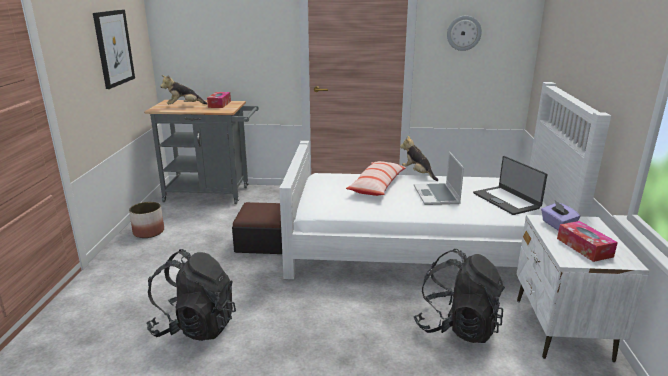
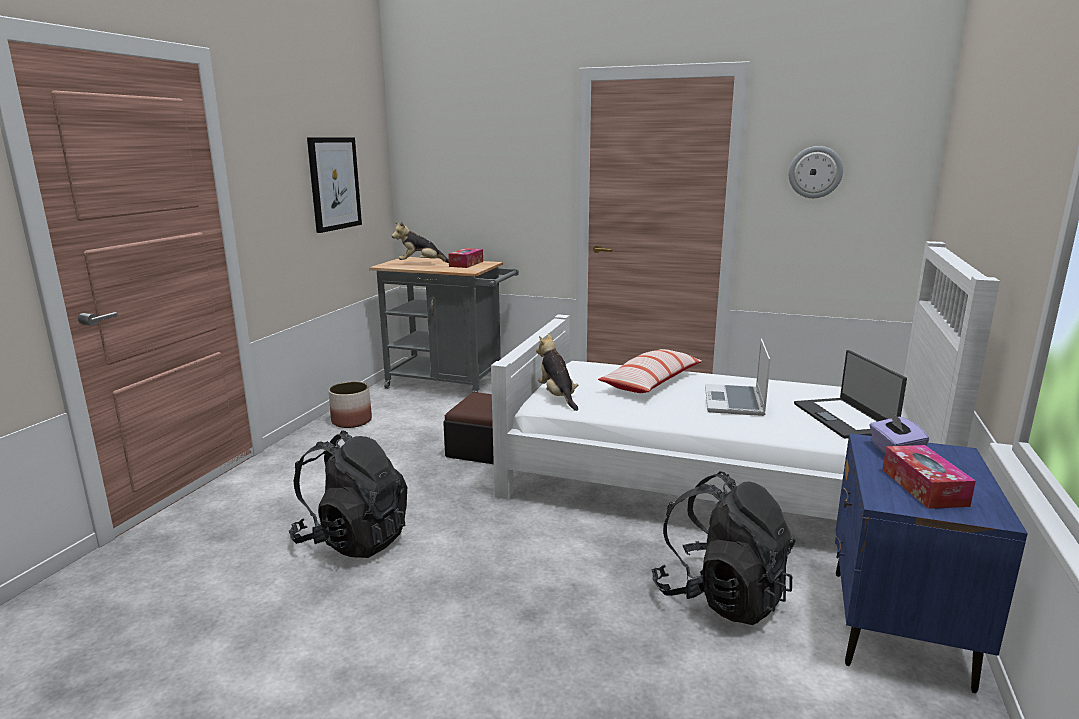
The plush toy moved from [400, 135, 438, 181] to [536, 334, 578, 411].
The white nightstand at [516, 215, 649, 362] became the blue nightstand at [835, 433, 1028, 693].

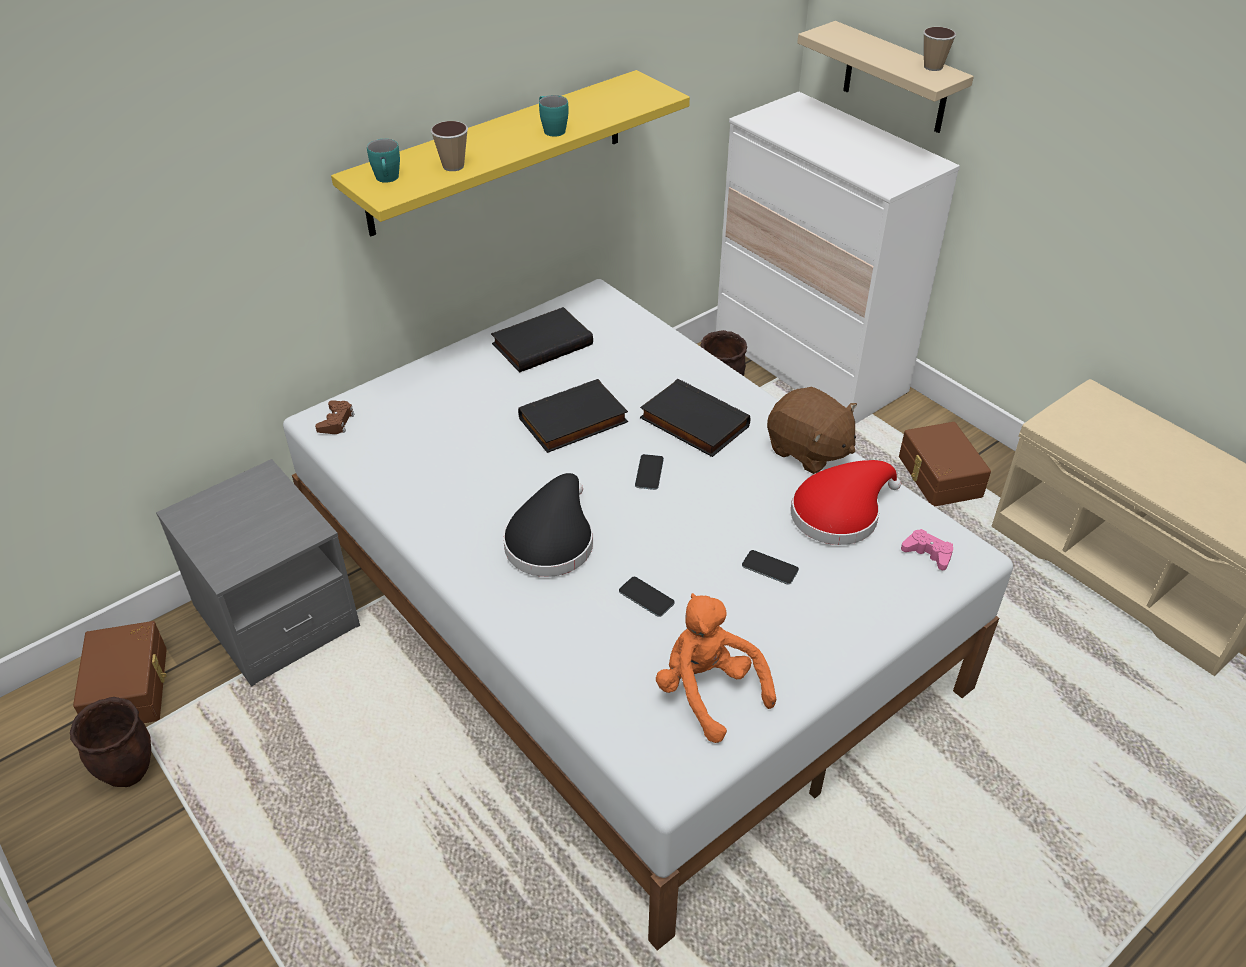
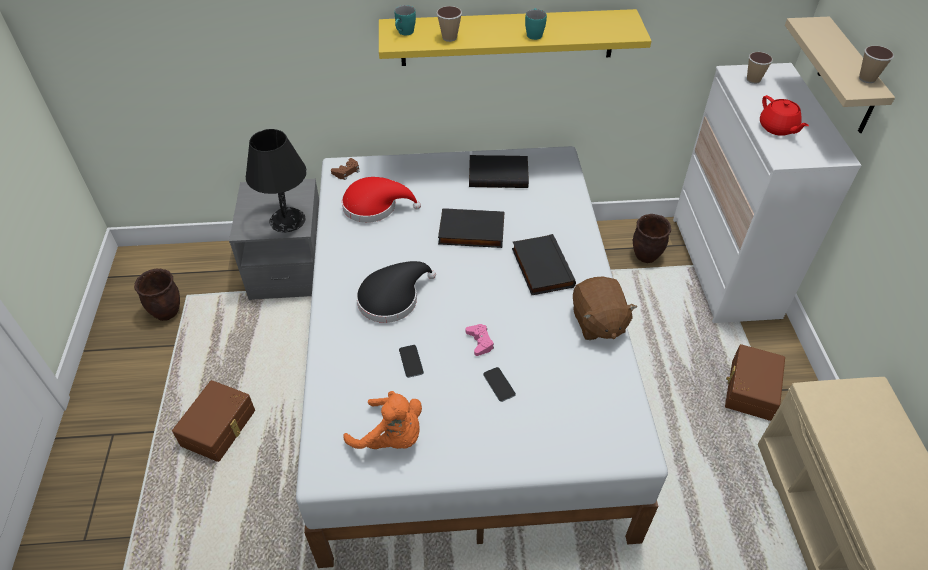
The brown storage box moved from [73, 621, 167, 723] to [172, 380, 255, 462].
The black table lamp at [246, 129, 307, 233] appeared.
The red hat moved from [791, 460, 901, 545] to [342, 177, 421, 223].
The orange plush toy at [656, 593, 776, 743] turned 120 degrees clockwise.
The pink game controller moved from [901, 529, 953, 570] to [466, 324, 494, 356].
The cup at [747, 52, 773, 84] appeared.
The red teapot at [760, 95, 809, 136] appeared.
The phone at [635, 454, 664, 490] disappeared.

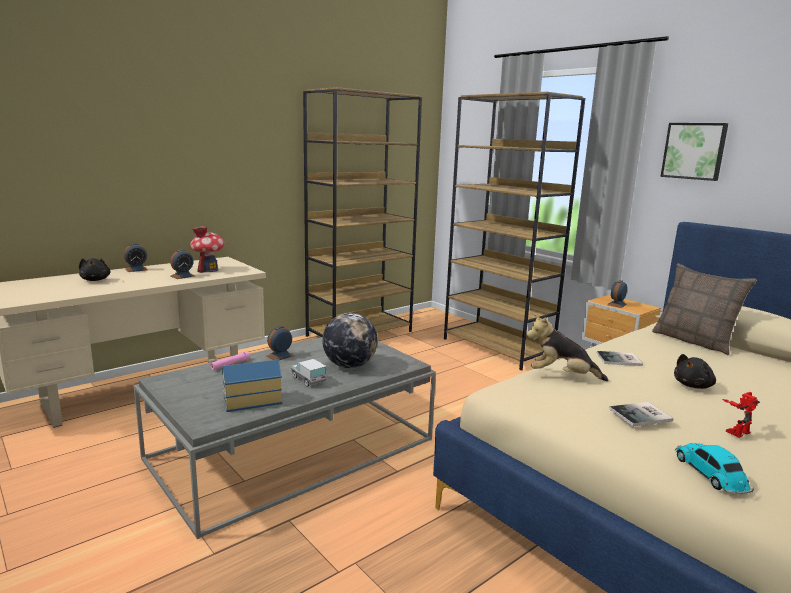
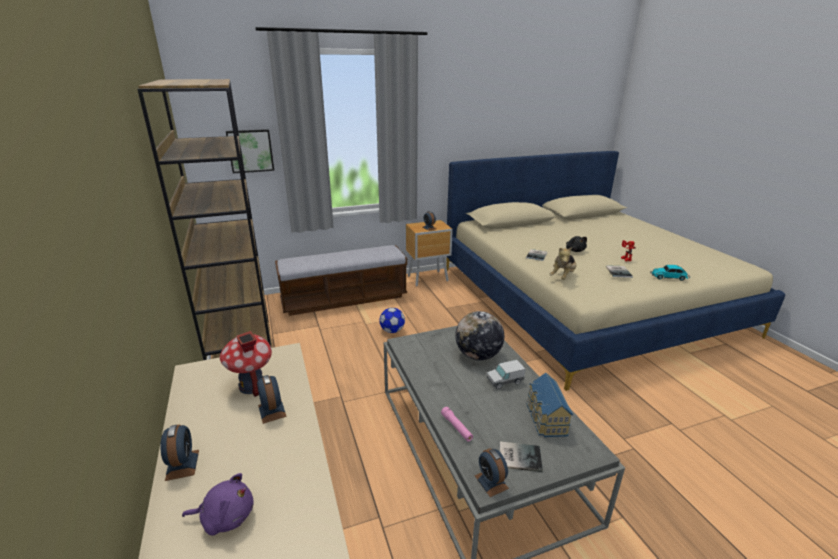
The black plush toy at [79, 258, 111, 281] became the purple plush toy at [182, 473, 254, 536].
The picture moved from [660, 123, 728, 181] to [226, 129, 274, 173].
The brown bookcase at [444, 92, 585, 371] was replaced by the bench at [275, 245, 407, 316].
The football at [380, 308, 405, 333] appeared.
The alarm clock moved from [267, 326, 294, 360] to [475, 448, 509, 497].
The book at [500, 442, 543, 472] appeared.
The pillow at [652, 263, 757, 355] disappeared.

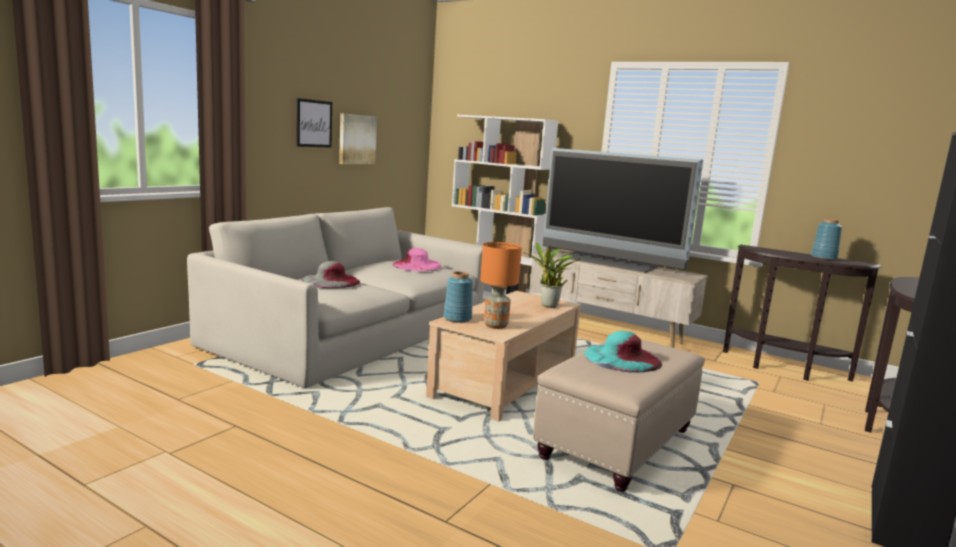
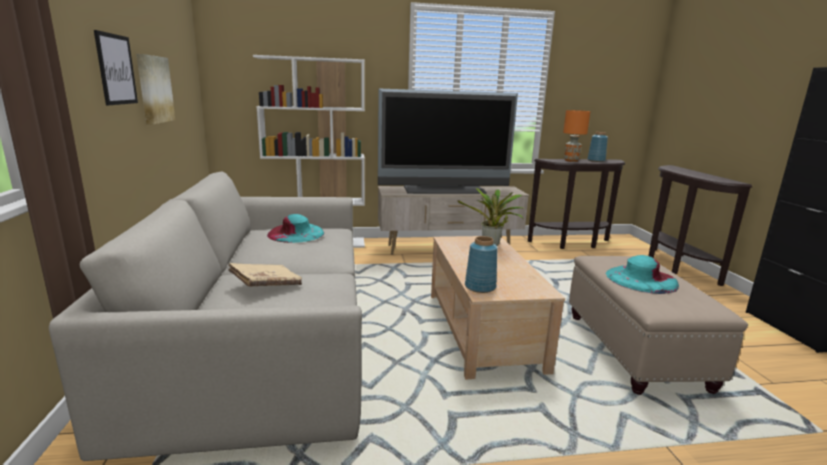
The grey hat at [302, 261, 360, 288] was replaced by the beige book at [228, 263, 302, 286].
The pink hat at [393, 248, 441, 271] became the turquoise hat at [267, 214, 324, 243].
The orange table lamp moved from [480, 242, 522, 329] to [563, 110, 591, 162].

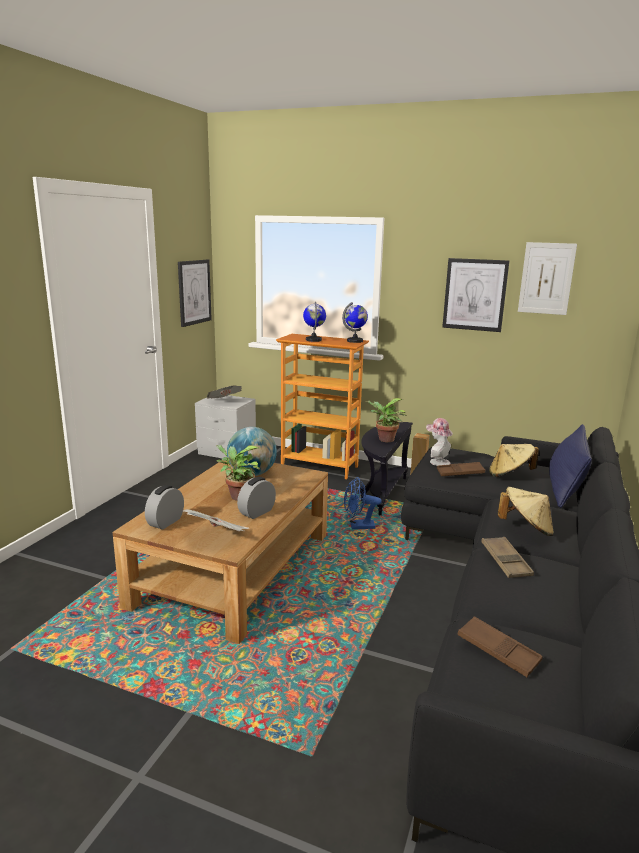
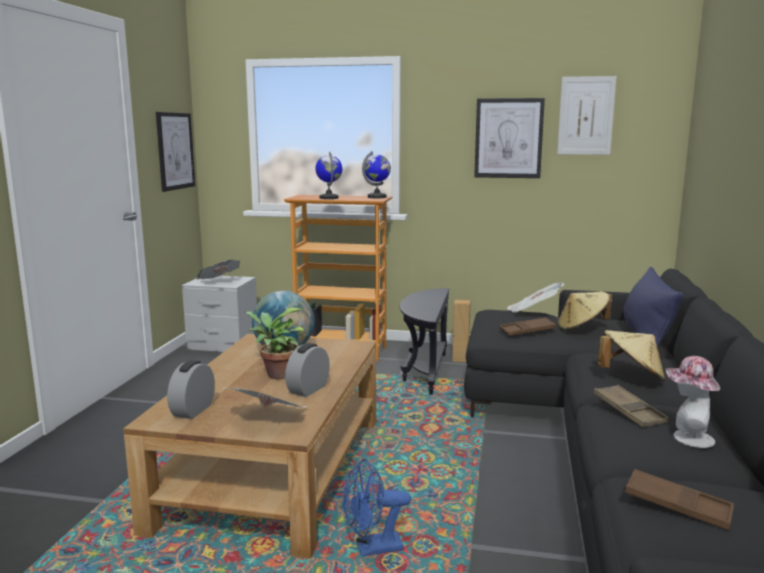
The blue fan moved from [344, 477, 382, 529] to [343, 459, 411, 556].
The newspaper at [507, 283, 564, 313] appeared.
The hat moved from [426, 418, 453, 466] to [666, 356, 720, 448].
The potted plant at [365, 398, 406, 442] disappeared.

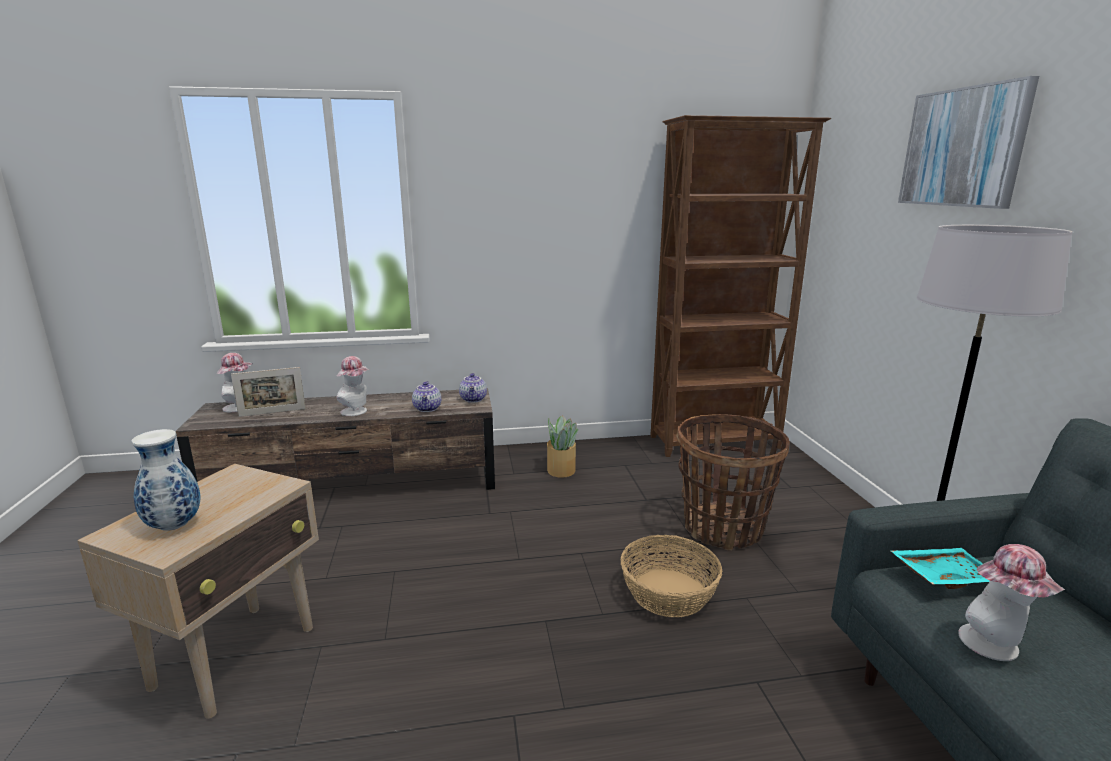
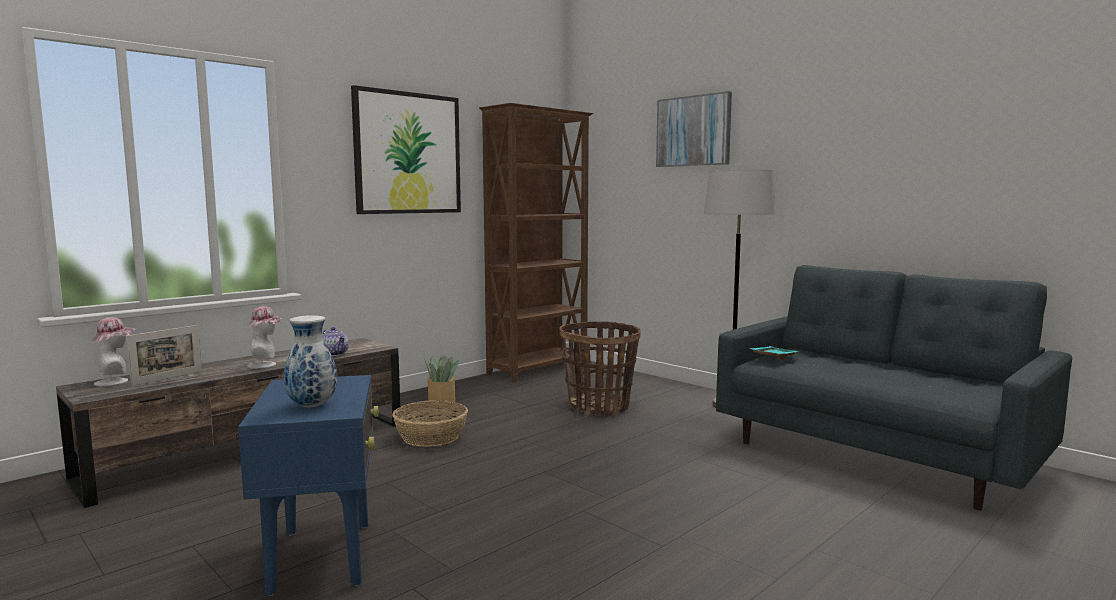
The beige side table at [77, 464, 319, 719] became the blue side table at [238, 375, 379, 596].
The picture at [351, 85, 461, 214] appeared.
The basket moved from [621, 535, 722, 618] to [392, 400, 468, 447].
The teapot at [459, 373, 487, 403] disappeared.
The hat at [958, 544, 1065, 661] disappeared.

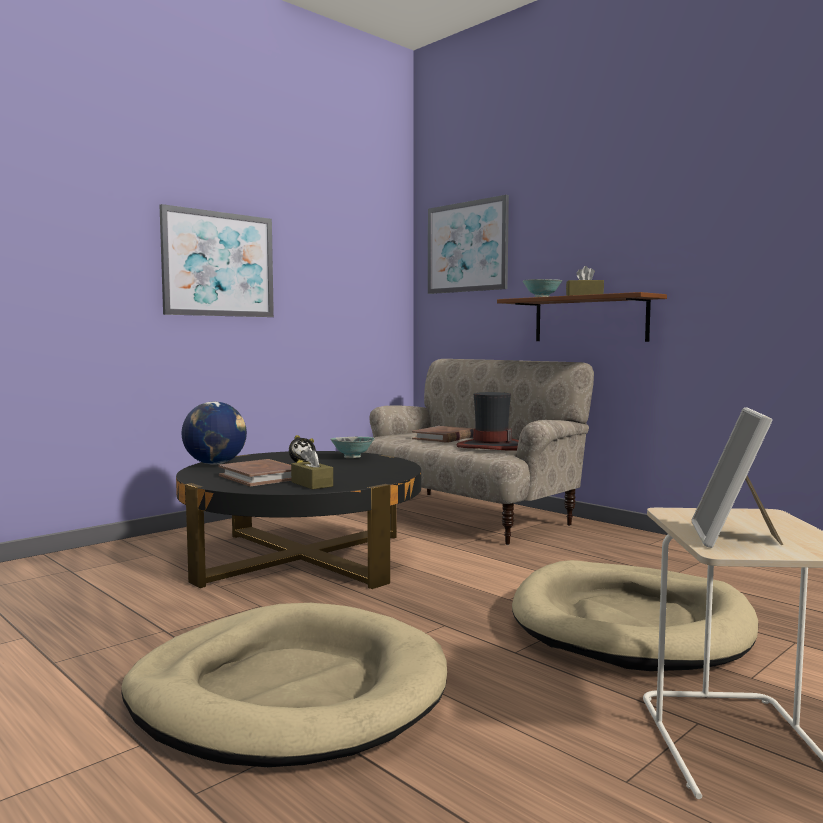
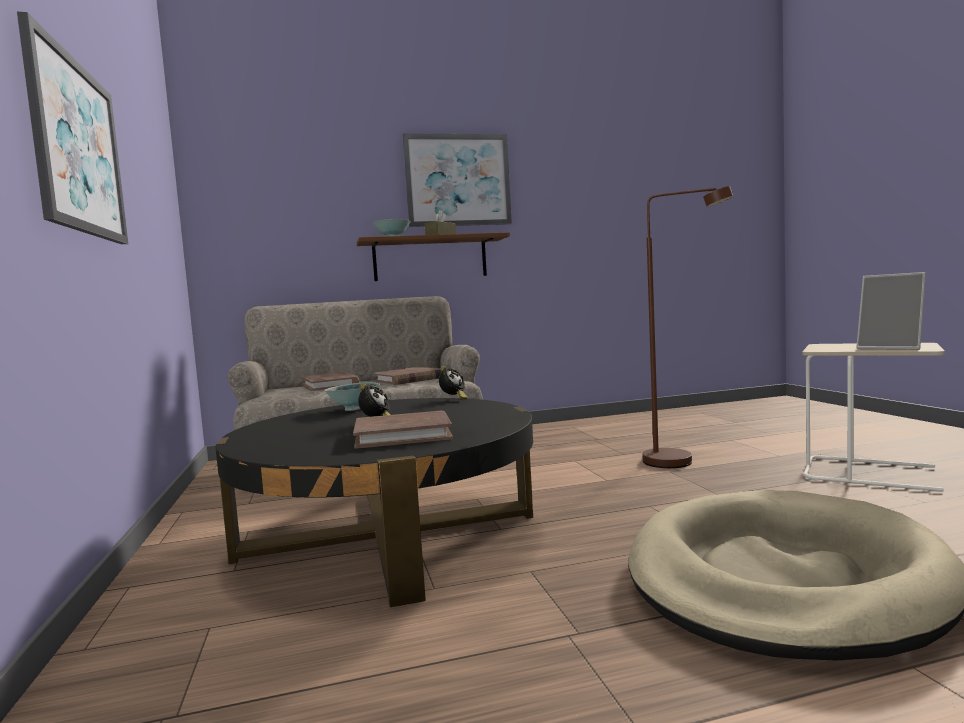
The hat at [457, 392, 519, 451] was replaced by the brown book at [373, 367, 442, 385].
The picture moved from [428, 195, 509, 294] to [403, 133, 512, 227].
The alarm clock at [439, 366, 468, 400] appeared.
The beige dog bed at [512, 560, 758, 671] was replaced by the brown floor lamp at [643, 186, 733, 468].
The globe at [182, 401, 247, 465] disappeared.
The brown tissue box at [291, 447, 333, 489] disappeared.

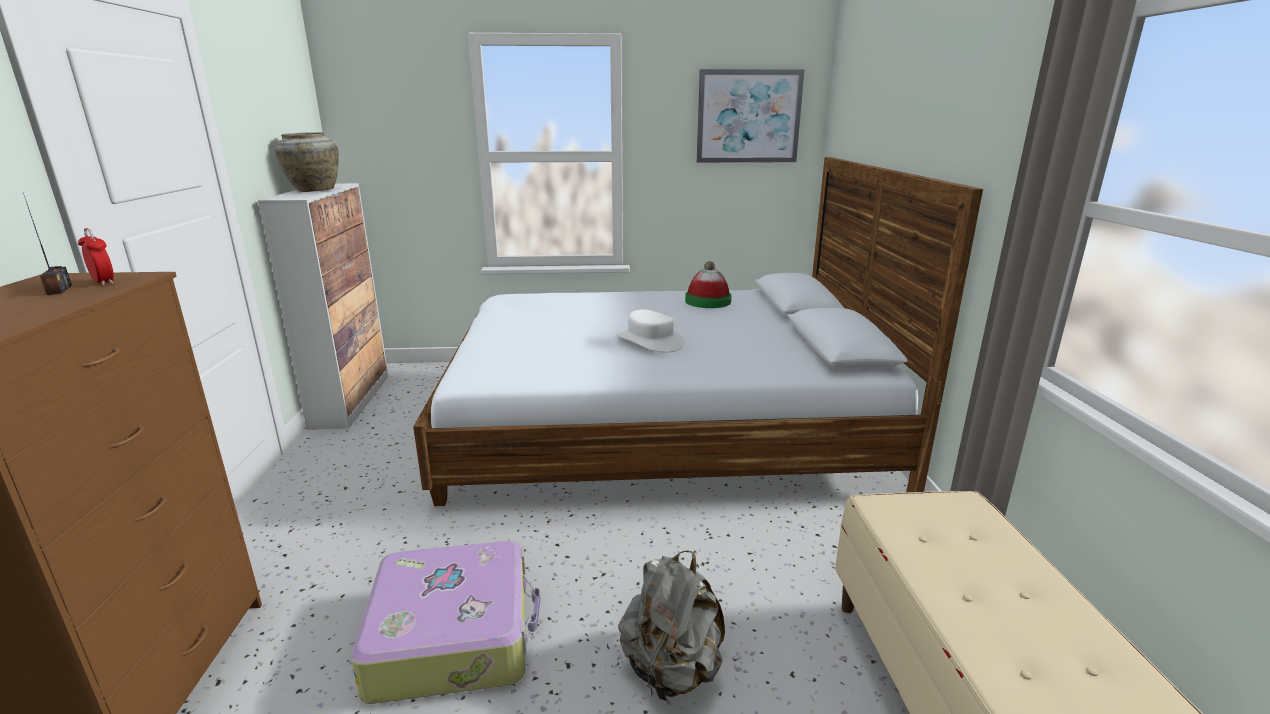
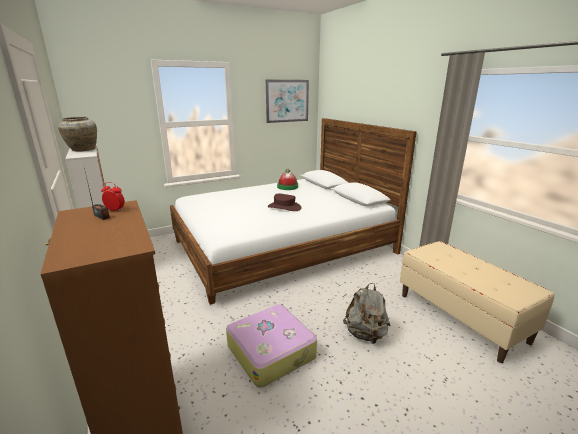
The white hat at [616, 310, 685, 353] became the brown hat at [268, 194, 301, 211].

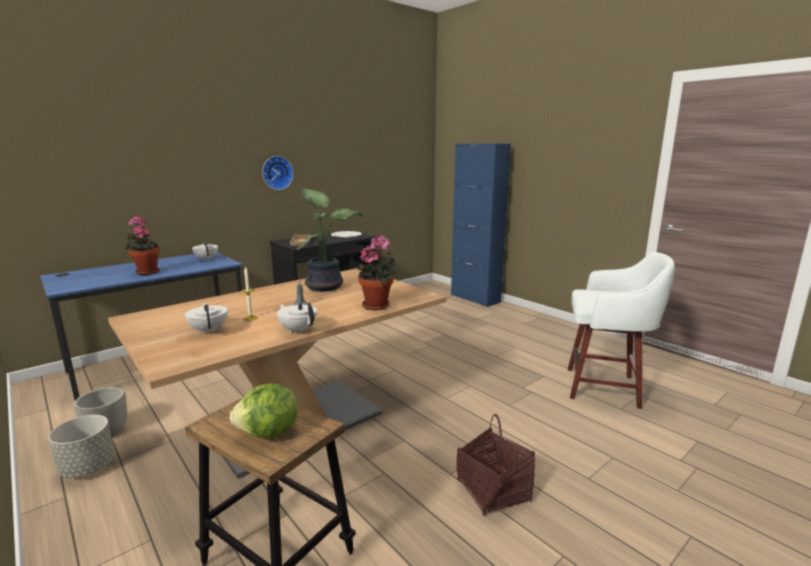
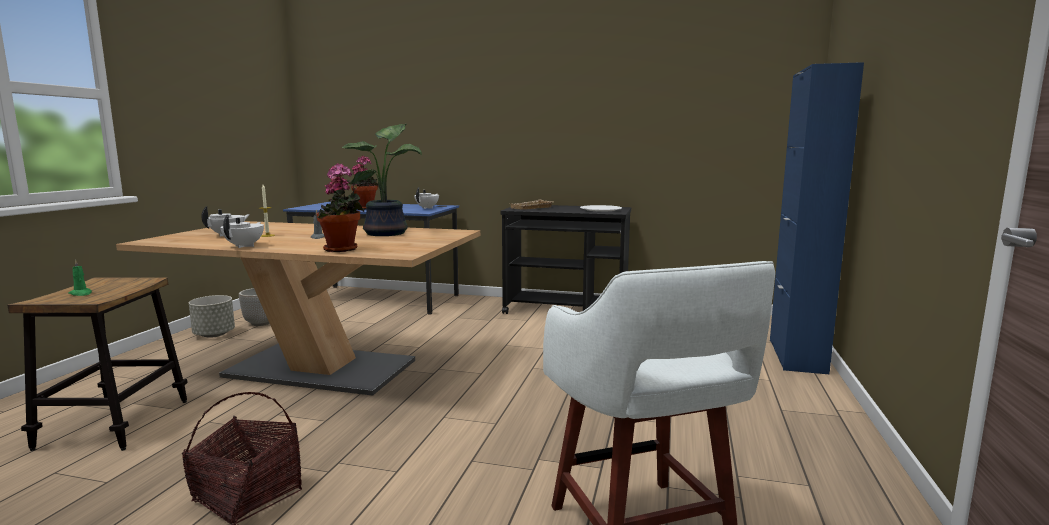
The lettuce at [229, 383, 298, 438] was replaced by the green candle at [68, 259, 92, 296].
The wall clock at [262, 156, 293, 190] disappeared.

